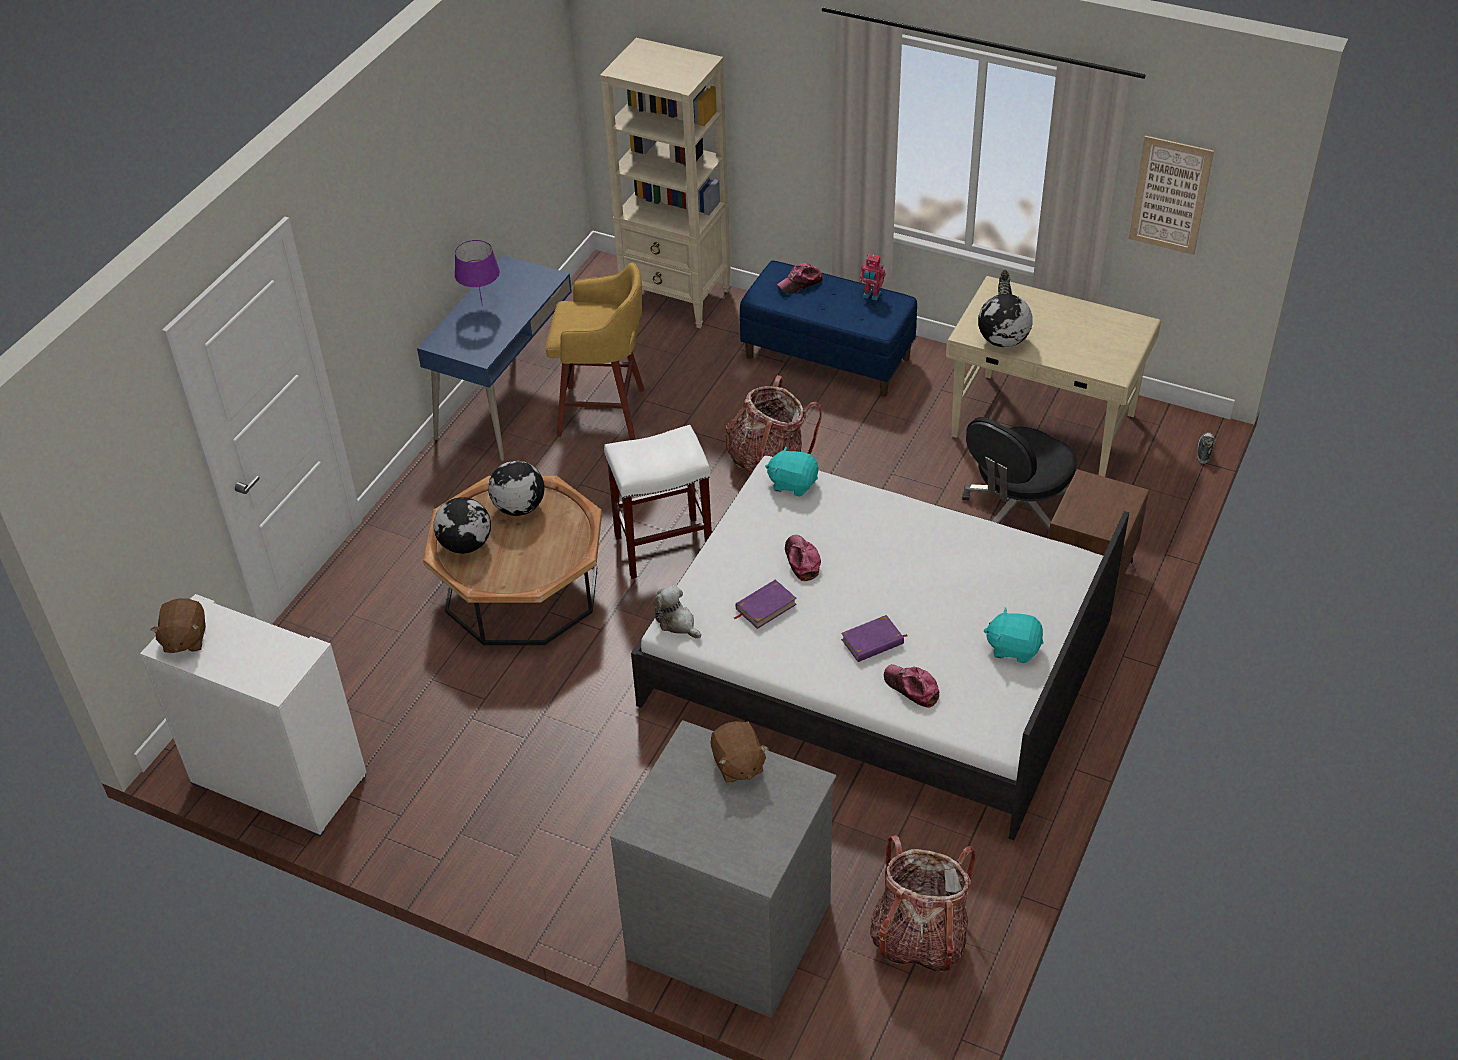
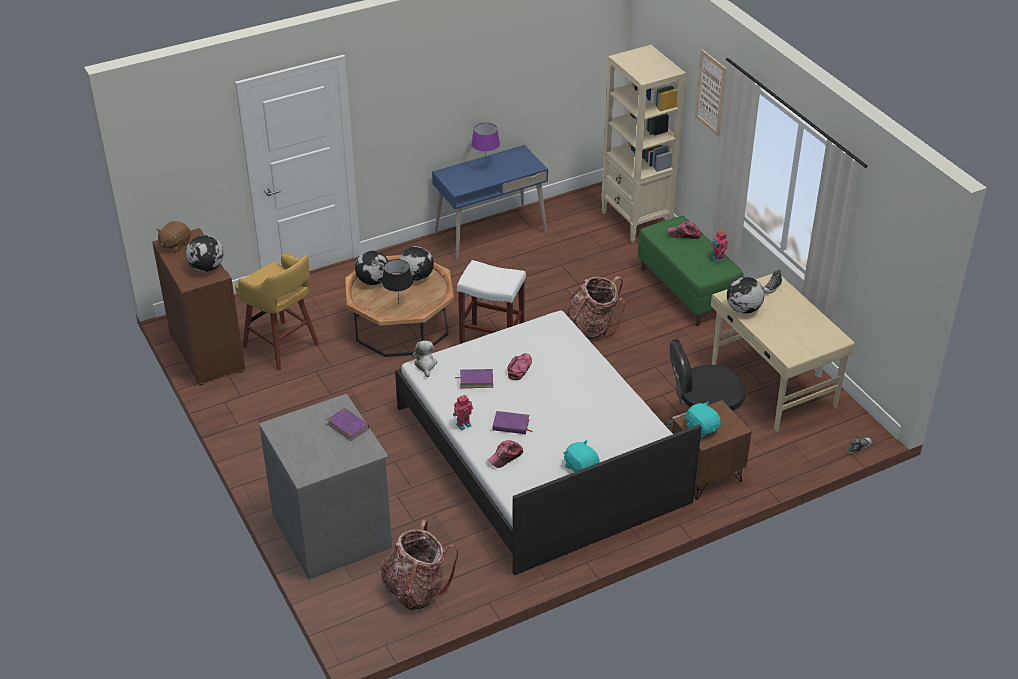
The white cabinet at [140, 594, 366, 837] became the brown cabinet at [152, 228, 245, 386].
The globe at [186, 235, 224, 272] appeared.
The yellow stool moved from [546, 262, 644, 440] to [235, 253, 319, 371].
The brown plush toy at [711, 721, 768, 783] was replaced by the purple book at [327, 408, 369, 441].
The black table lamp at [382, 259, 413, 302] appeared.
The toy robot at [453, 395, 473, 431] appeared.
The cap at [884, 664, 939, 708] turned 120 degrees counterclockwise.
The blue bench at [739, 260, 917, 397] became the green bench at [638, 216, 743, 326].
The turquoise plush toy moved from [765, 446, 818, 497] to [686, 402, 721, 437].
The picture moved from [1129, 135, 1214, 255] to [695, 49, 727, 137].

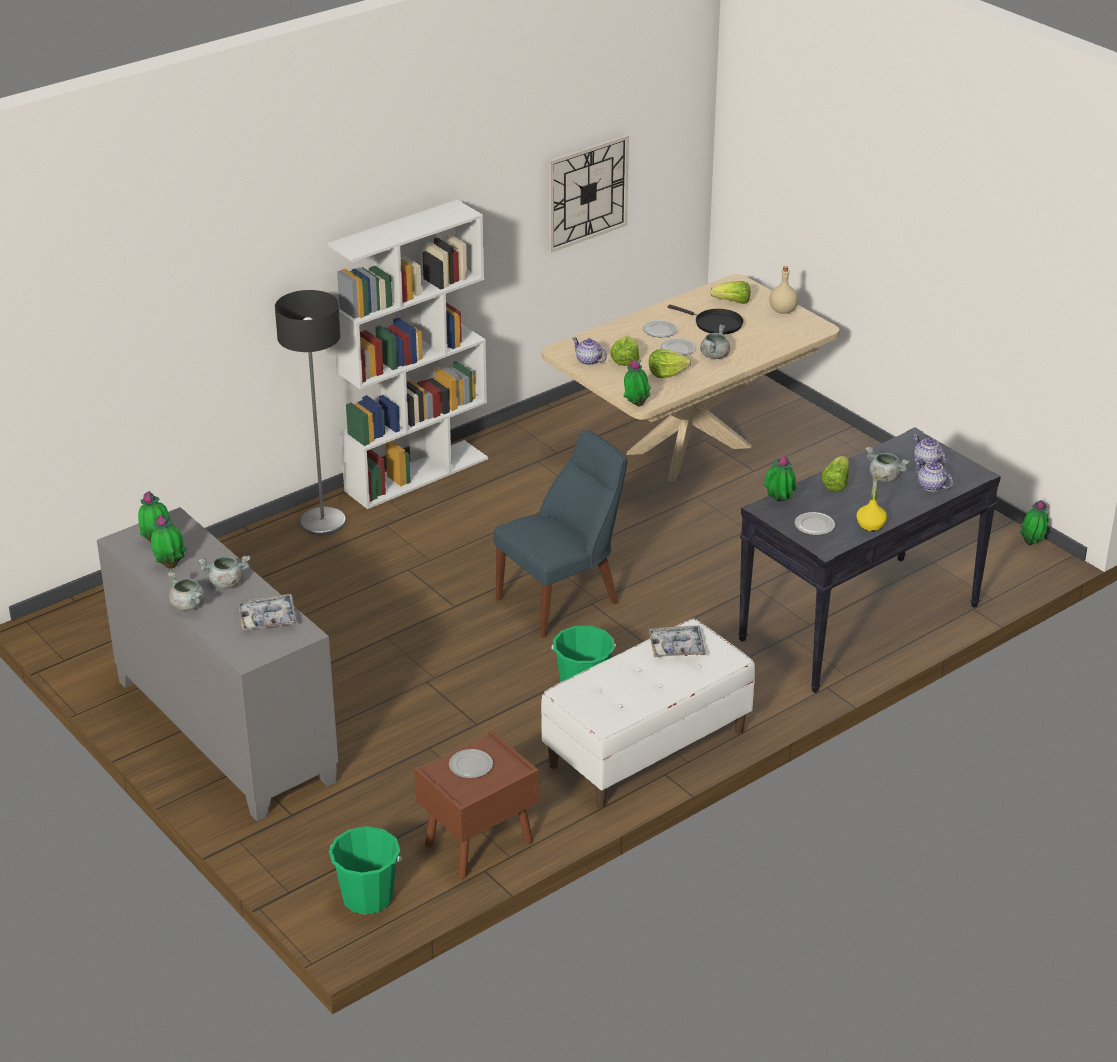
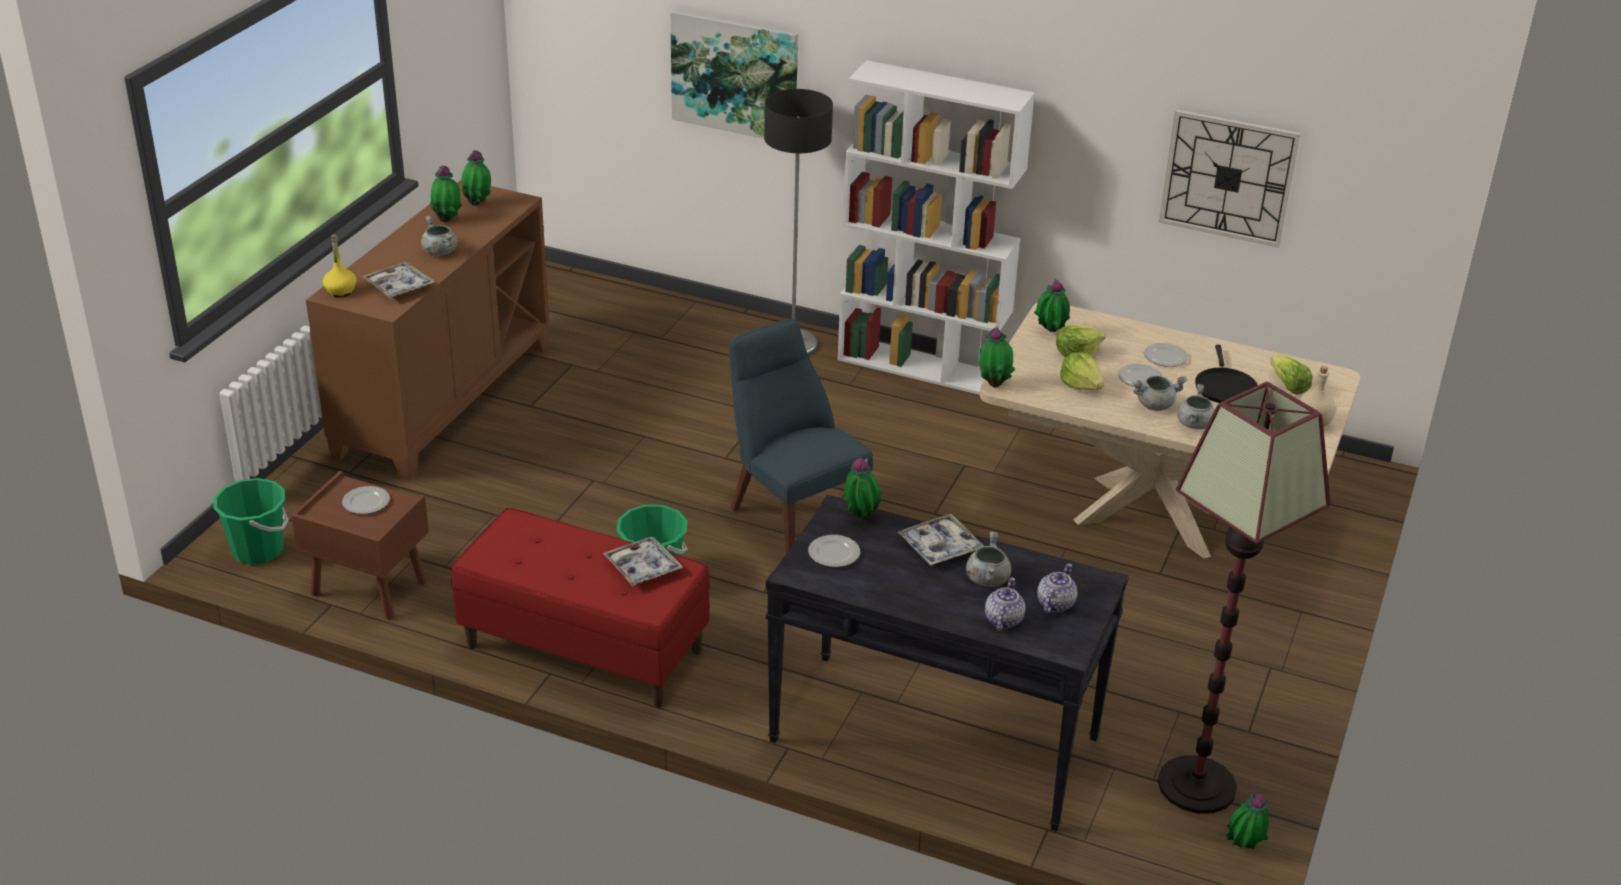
The grey cabinet at [97, 507, 338, 821] became the brown cabinet at [306, 179, 550, 481].
The yellow bottle moved from [856, 476, 887, 532] to [323, 235, 357, 297].
The white bench at [541, 619, 755, 808] became the red bench at [451, 508, 710, 708].
The picture at [670, 10, 798, 139] appeared.
The blue chair at [494, 430, 627, 638] turned 150 degrees counterclockwise.
The lettuce at [821, 456, 849, 491] was replaced by the tray at [897, 514, 984, 566].
The teapot at [572, 337, 607, 365] was replaced by the potted plant at [1034, 279, 1070, 332].
The floor lamp at [1158, 382, 1331, 814] appeared.
The grey cooking pot moved from [167, 571, 205, 610] to [1177, 384, 1215, 429].

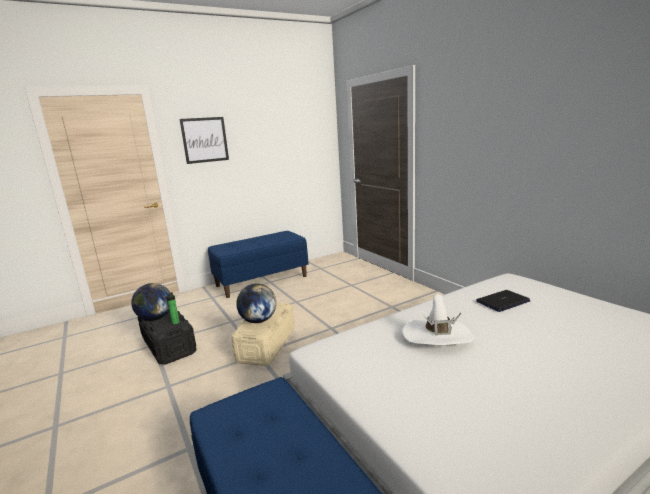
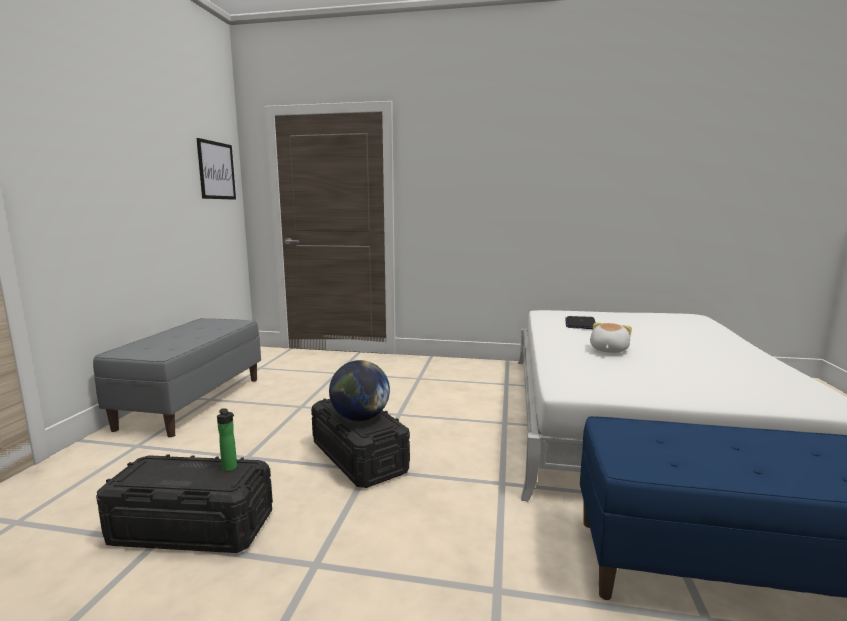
The blue bench at [208, 231, 308, 298] became the grey bench at [93, 318, 261, 437].
The picture moved from [179, 117, 229, 164] to [197, 138, 236, 200].
The beige storage box at [231, 302, 294, 366] became the black storage box at [311, 398, 410, 488].
The white hat at [402, 294, 474, 345] was replaced by the plush toy at [590, 323, 632, 353].
The globe at [131, 283, 170, 321] disappeared.

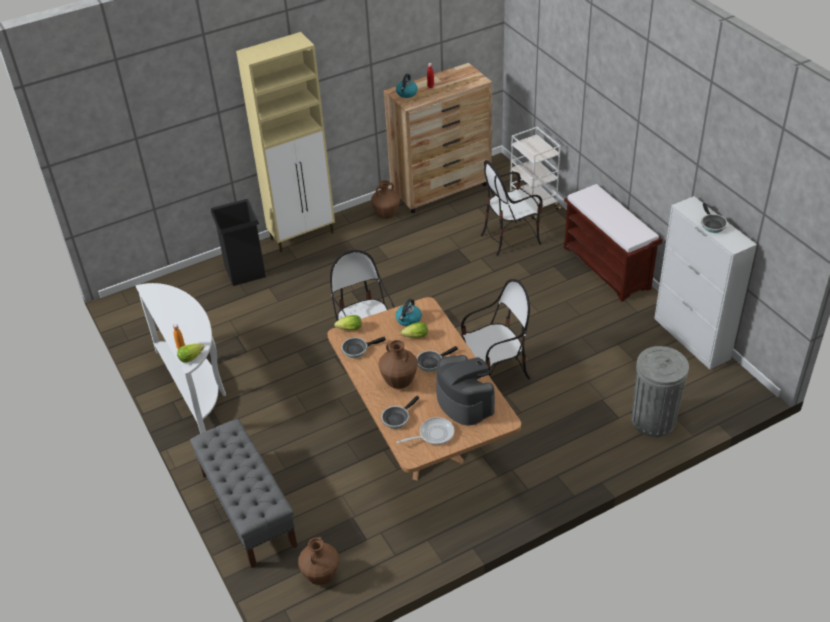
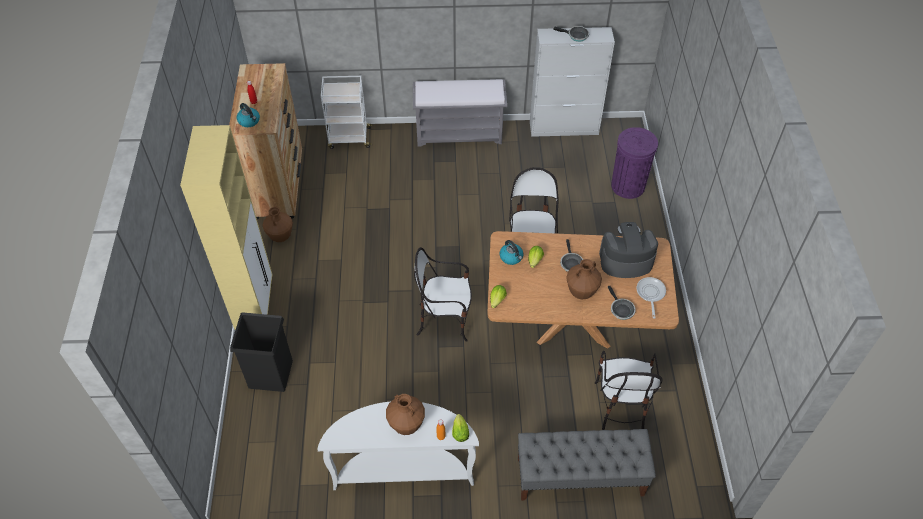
The brown vase moved from [298, 537, 339, 585] to [386, 394, 425, 435].
The brown bench at [564, 184, 662, 302] became the grey bench at [413, 79, 507, 147].
The chair moved from [480, 160, 543, 256] to [595, 351, 662, 430].
The grey trash can at [632, 346, 689, 437] became the purple trash can at [611, 127, 658, 199].
The frying pan at [341, 337, 386, 358] disappeared.

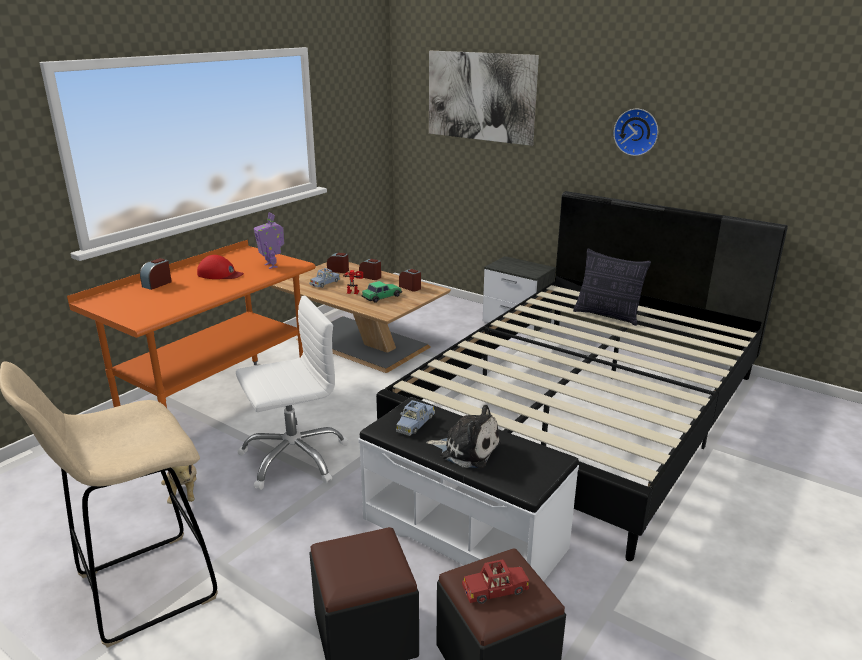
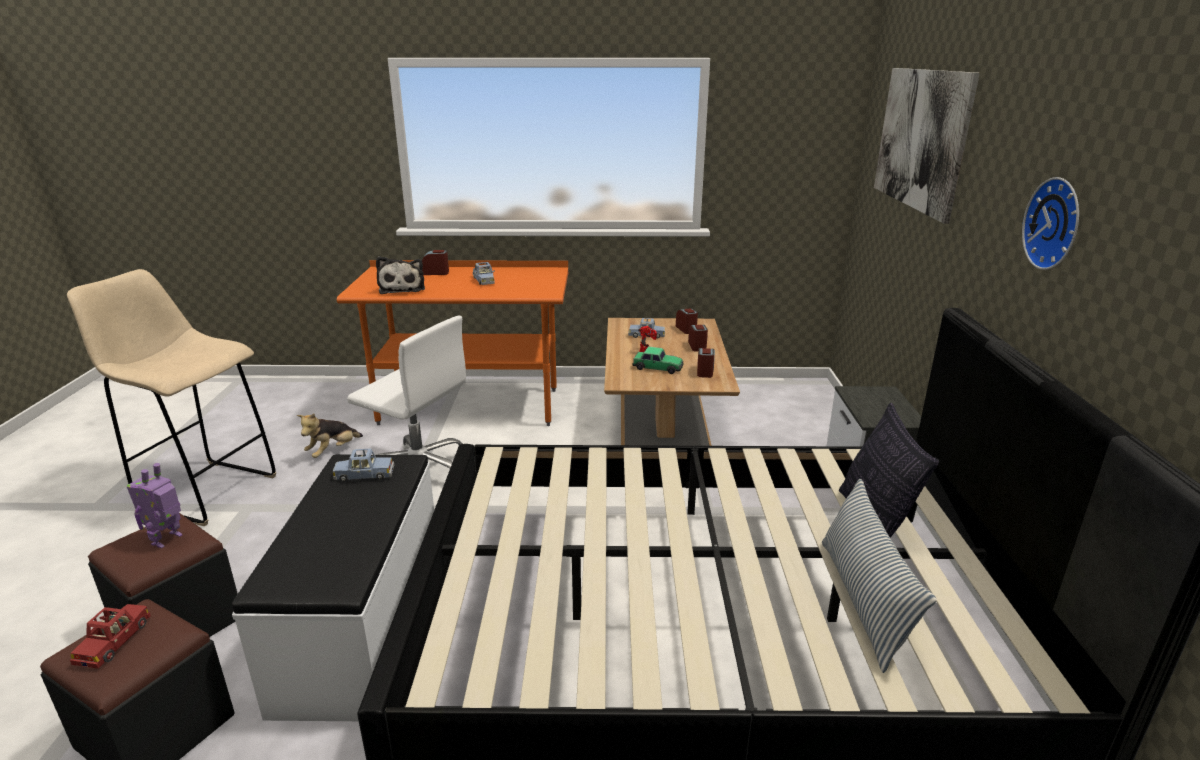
The red toy car at [462, 559, 529, 604] turned 120 degrees counterclockwise.
The toy robot moved from [254, 213, 284, 269] to [127, 463, 182, 548].
The plush toy moved from [426, 405, 501, 468] to [376, 256, 425, 294].
The red cap at [197, 255, 244, 279] was replaced by the blue toy car at [473, 262, 495, 285].
The pillow at [822, 479, 937, 673] appeared.

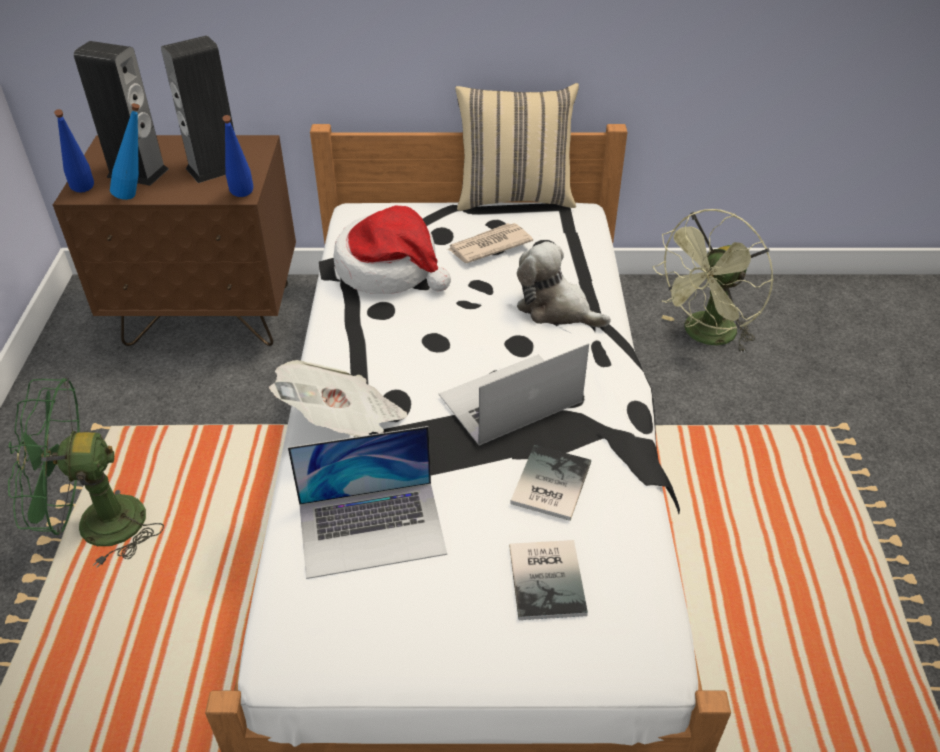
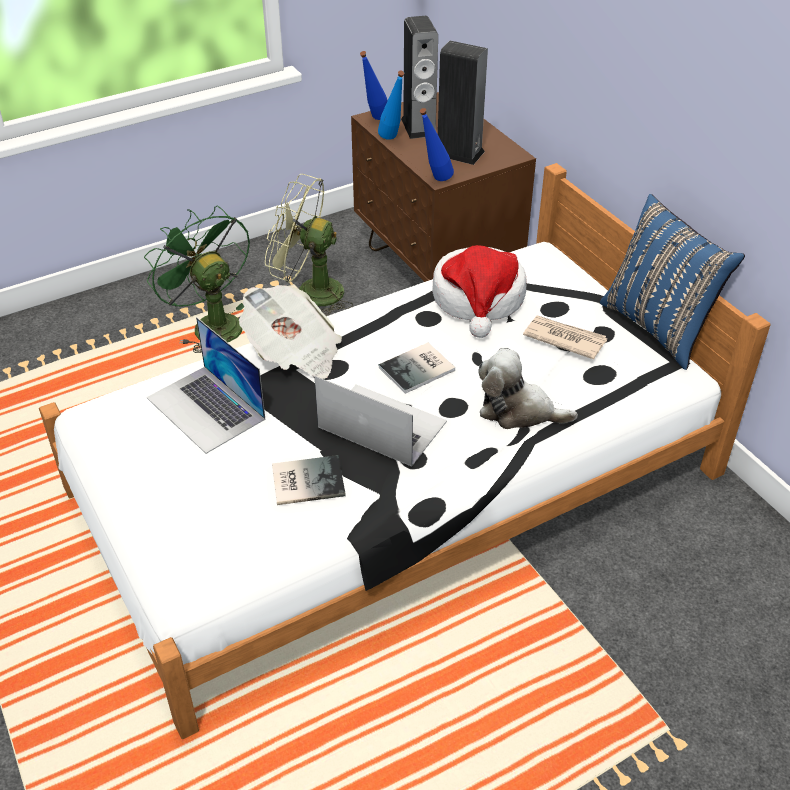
The green fan moved from [652, 209, 774, 354] to [265, 174, 353, 316].
The book moved from [509, 540, 588, 620] to [378, 343, 455, 394].
The plush toy at [517, 241, 611, 328] turned 75 degrees counterclockwise.
The beige pillow at [455, 83, 579, 211] became the blue pillow at [600, 194, 745, 370].

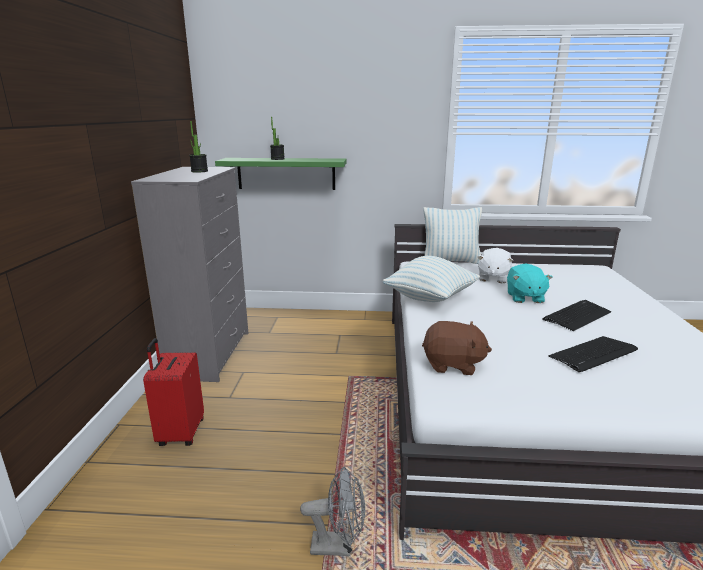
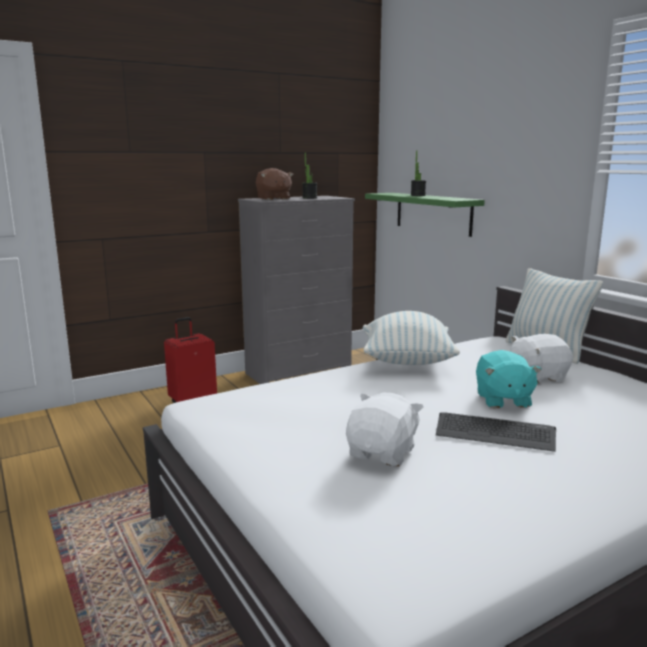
The brown plush toy moved from [422, 321, 492, 375] to [256, 168, 293, 200].
The keyboard at [548, 336, 638, 372] was replaced by the white plush toy at [346, 393, 424, 466].
The turquoise plush toy at [507, 264, 553, 303] turned 60 degrees counterclockwise.
The grey fan at [300, 467, 365, 556] disappeared.

